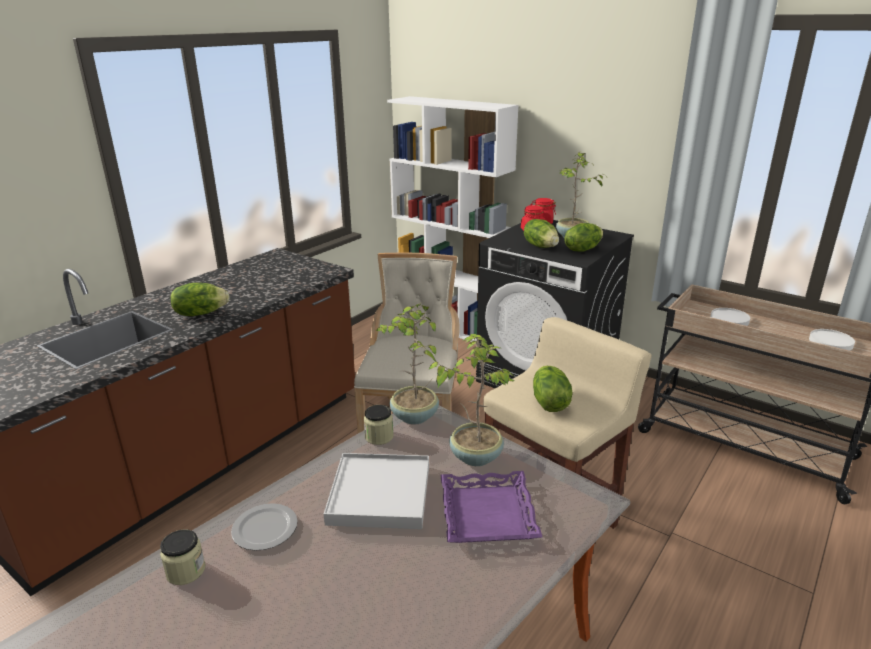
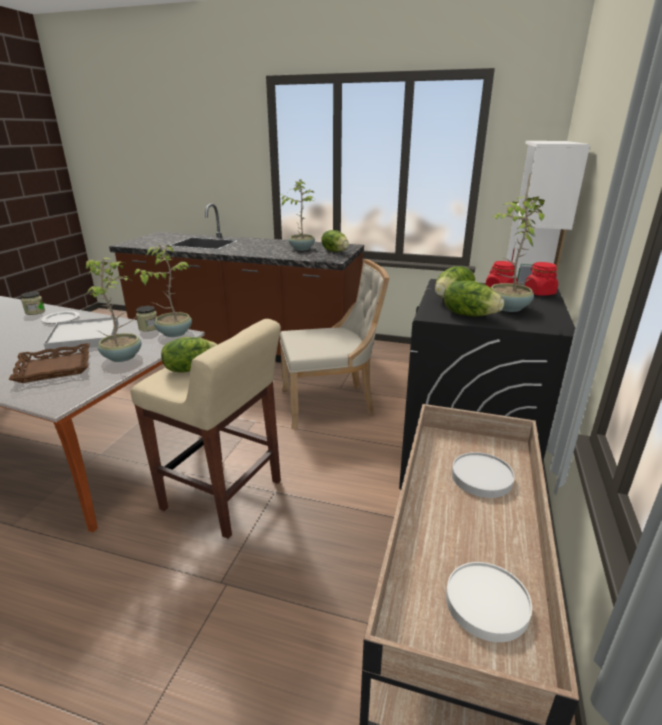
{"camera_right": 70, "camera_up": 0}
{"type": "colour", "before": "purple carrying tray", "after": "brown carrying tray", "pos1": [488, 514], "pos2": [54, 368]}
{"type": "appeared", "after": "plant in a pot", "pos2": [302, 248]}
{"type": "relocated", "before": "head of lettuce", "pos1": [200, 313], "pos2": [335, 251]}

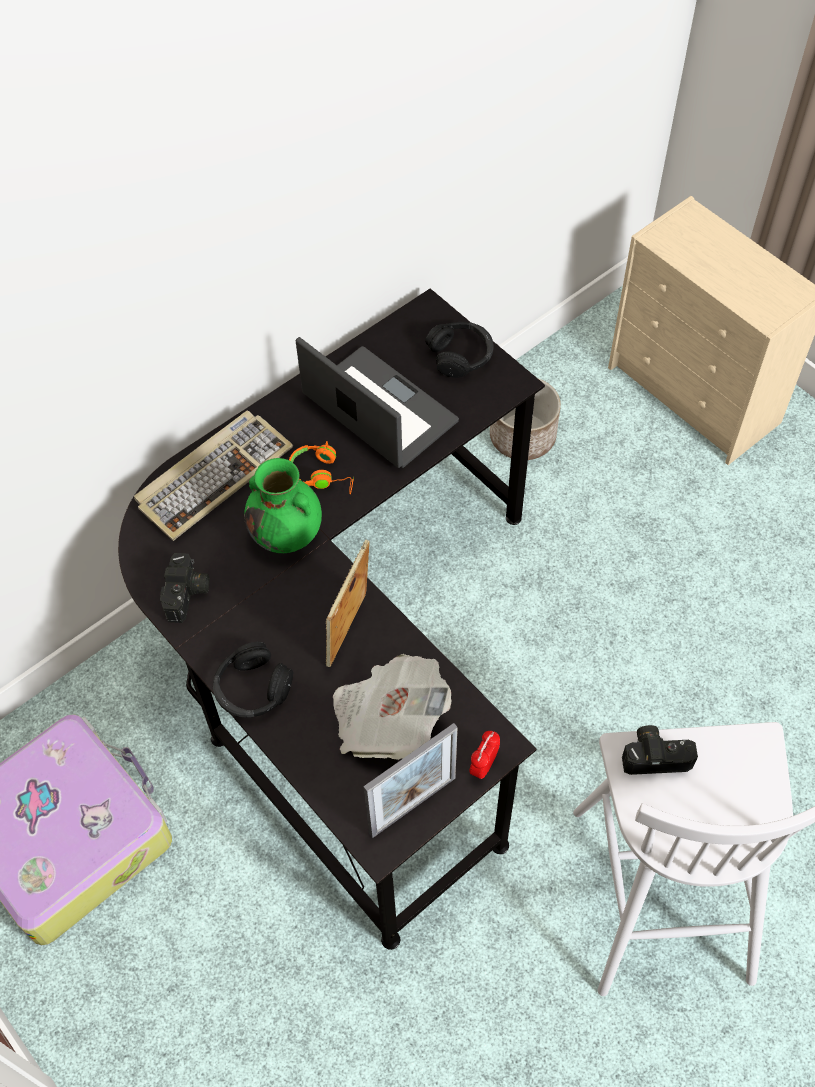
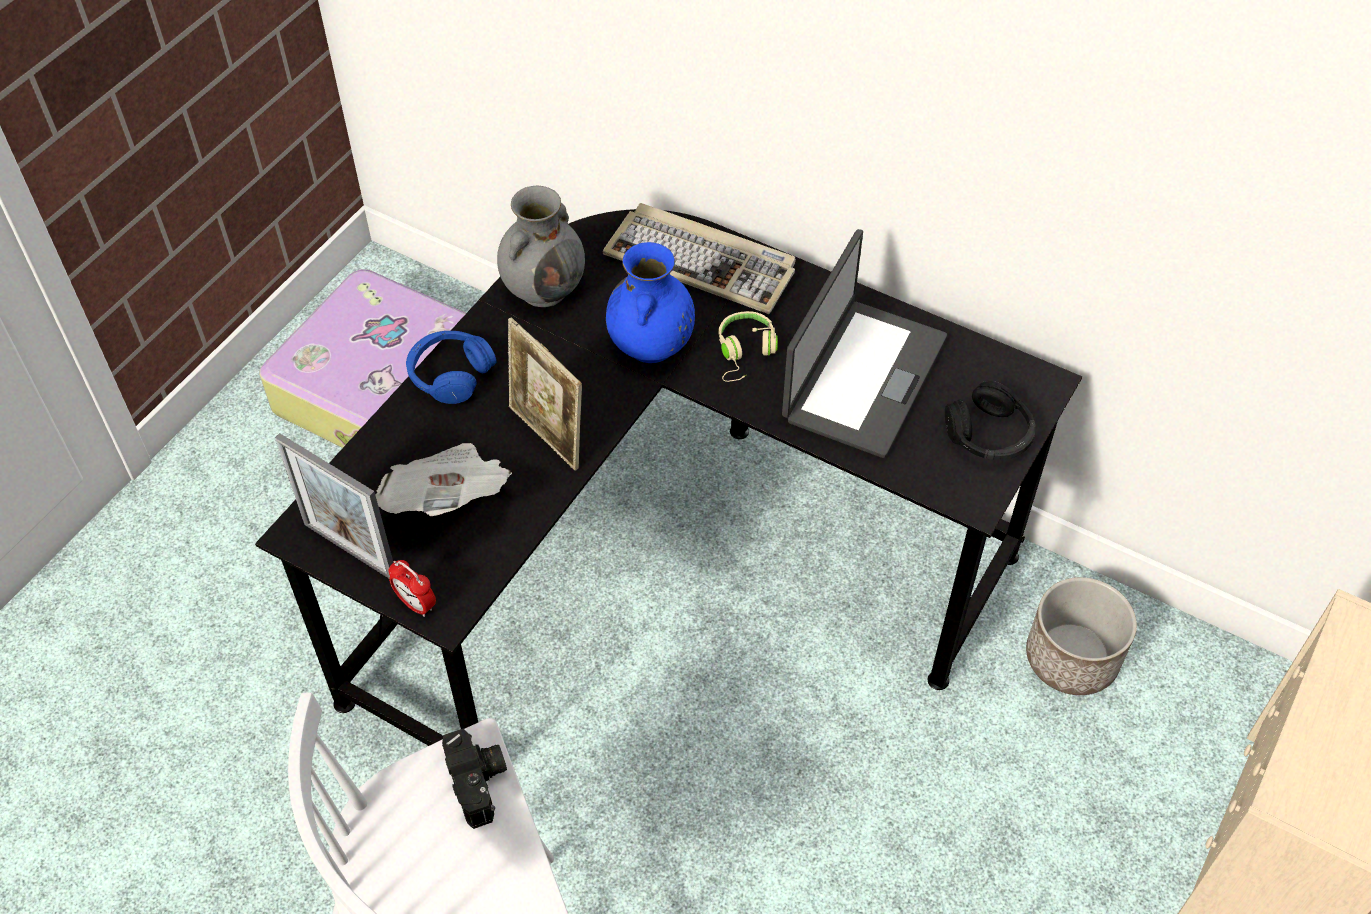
{"camera_right": 70, "camera_up": -5}
{"type": "spun", "before": "table clock", "pos1": [484, 765], "pos2": [416, 604], "turn": -150}
{"type": "colour", "before": "black-coloured pair of headphones", "after": "blue-coloured pair of headphones", "pos1": [252, 689], "pos2": [450, 374]}
{"type": "exchanged", "before": "photo camera", "after": "greyish vase", "pos1": [188, 595], "pos2": [544, 289]}
{"type": "spun", "before": "picture frame", "pos1": [350, 631], "pos2": [548, 436], "turn": -135}
{"type": "colour", "before": "green-coloured vase", "after": "blue-coloured vase", "pos1": [287, 535], "pos2": [651, 346]}
{"type": "colour", "before": "orange-coloured pair of headphones", "after": "beige-coloured pair of headphones", "pos1": [322, 475], "pos2": [745, 352]}

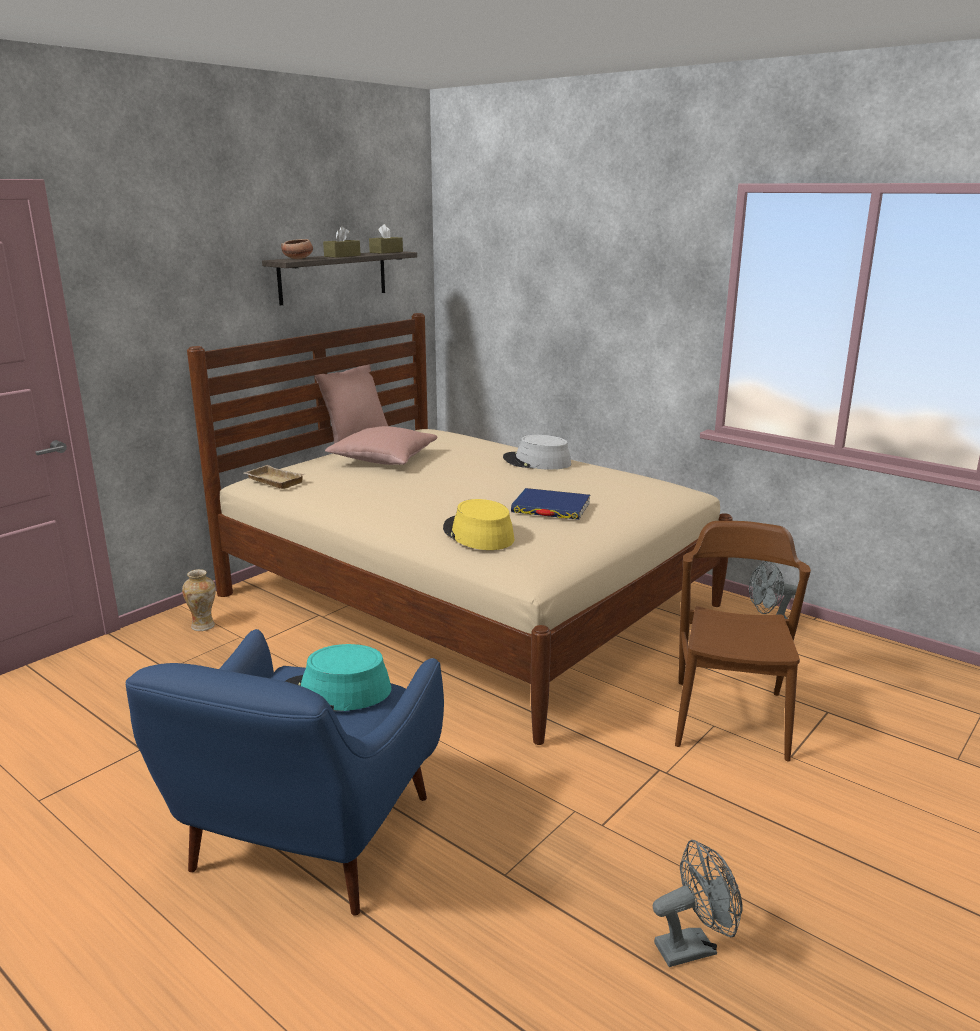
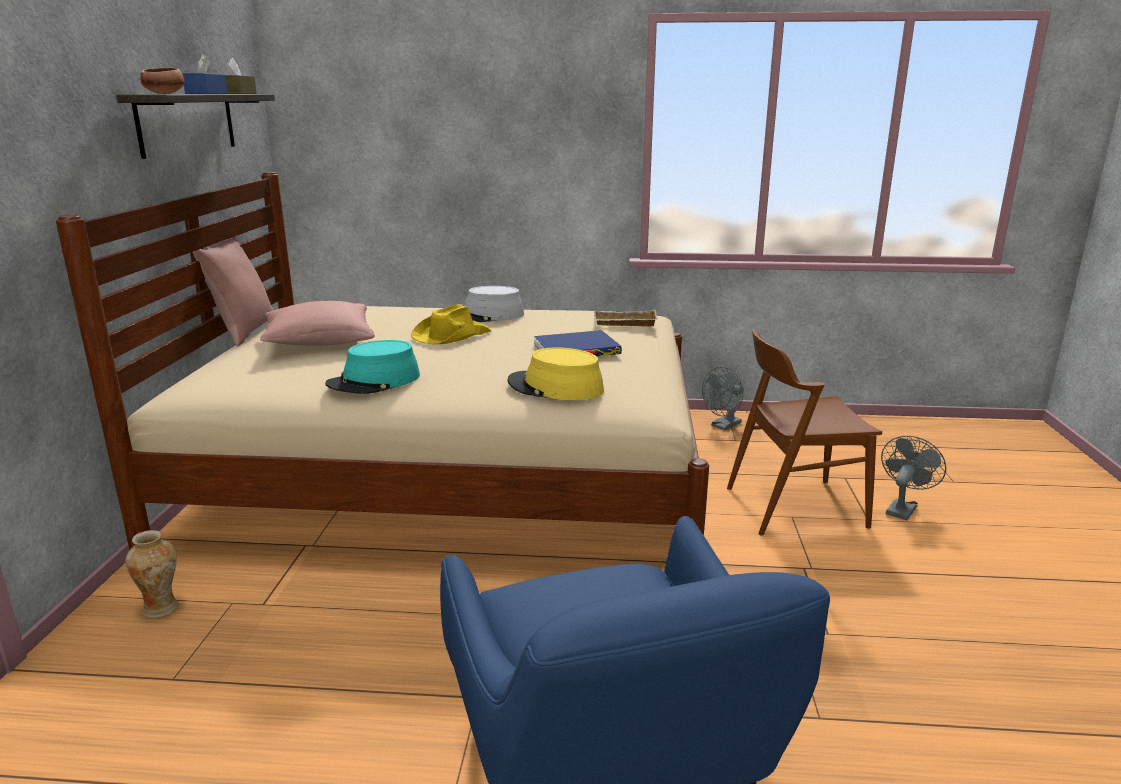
{"camera_right": -35, "camera_up": 0}
{"type": "colour", "before": "brown tissue box", "after": "blue-coloured tissue box", "pos1": [342, 256], "pos2": [206, 94]}
{"type": "relocated", "before": "turquoise-coloured clothing hat", "pos1": [336, 692], "pos2": [374, 381]}
{"type": "appeared", "after": "yellow clothing hat", "pos2": [451, 335]}
{"type": "relocated", "before": "beige-coloured carrying tray", "pos1": [272, 481], "pos2": [624, 323]}
{"type": "spun", "before": "brown plain chair", "pos1": [730, 718], "pos2": [794, 506], "turn": -75}
{"type": "relocated", "before": "greyish cooling fan", "pos1": [693, 946], "pos2": [902, 508]}

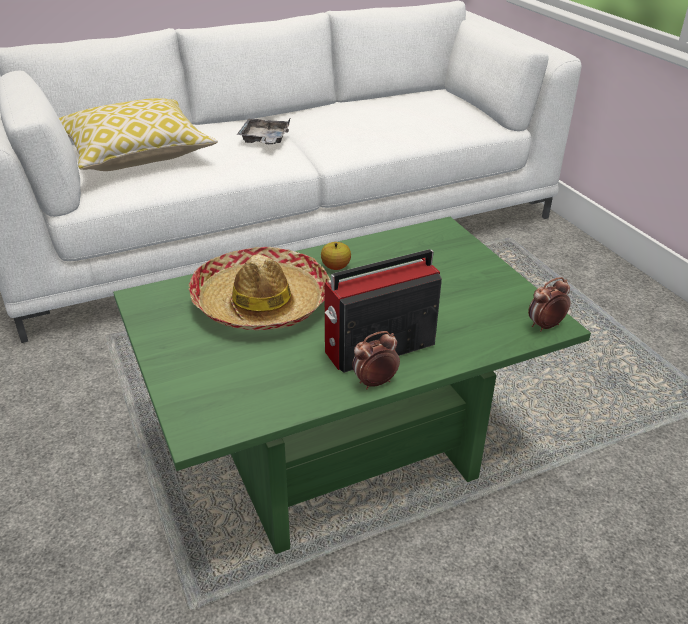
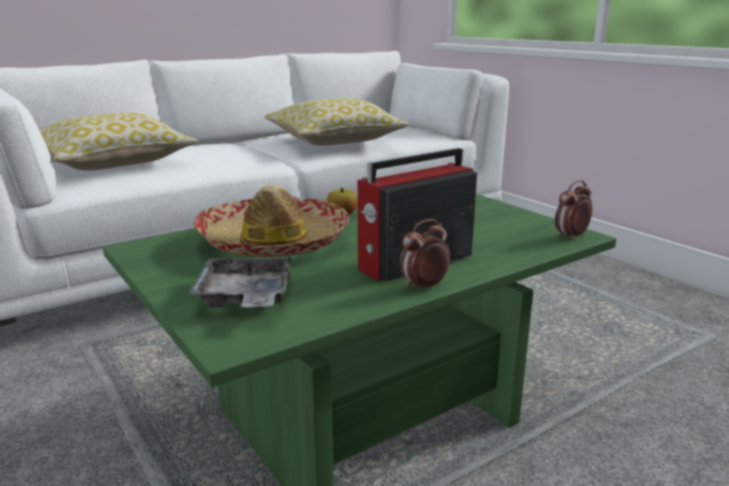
{"camera_right": -10, "camera_up": -15}
{"type": "relocated", "before": "greyish carrying tray", "pos1": [264, 140], "pos2": [245, 298]}
{"type": "appeared", "after": "throw pillow", "pos2": [334, 141]}

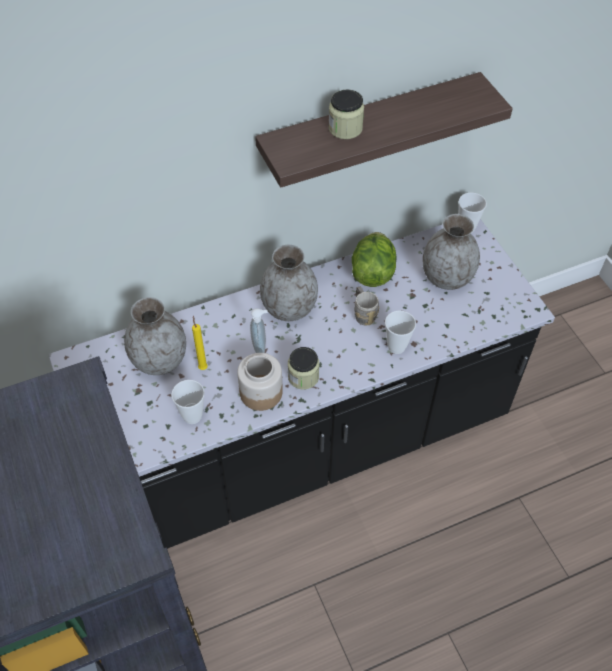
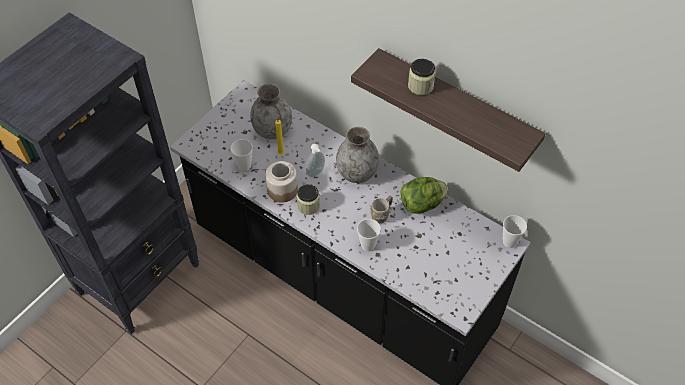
{"camera_right": 60, "camera_up": 0}
{"type": "missing", "before": "greyish vase", "pos1": [446, 278]}

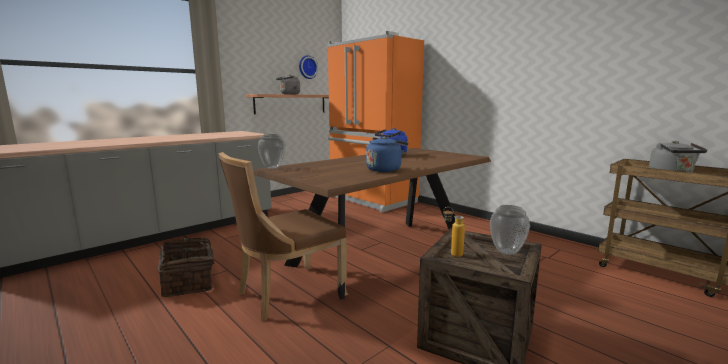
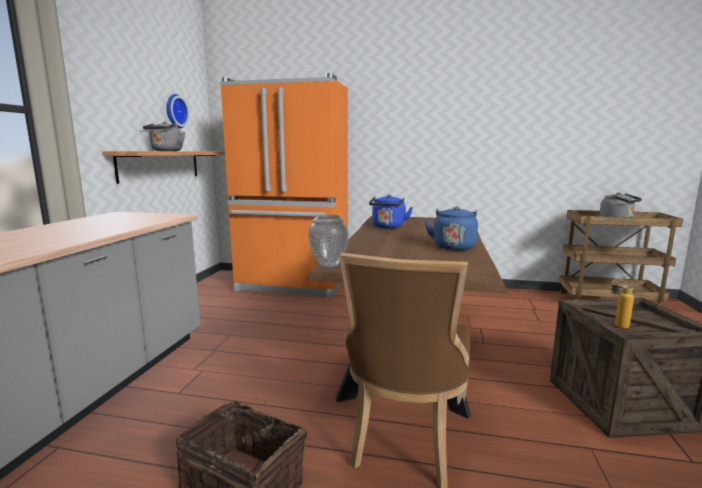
{"camera_right": -35, "camera_up": 0}
{"type": "missing", "before": "vase", "pos1": [506, 252]}

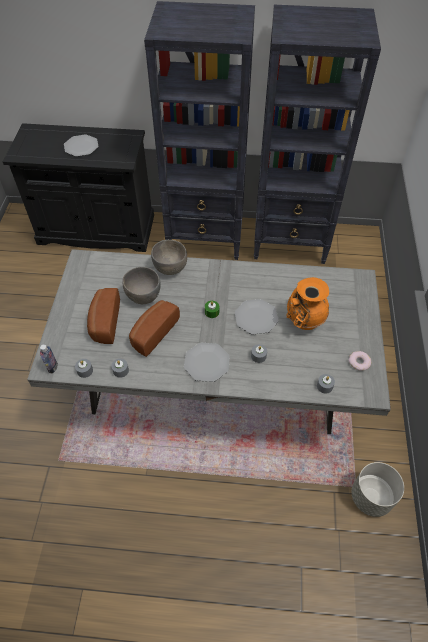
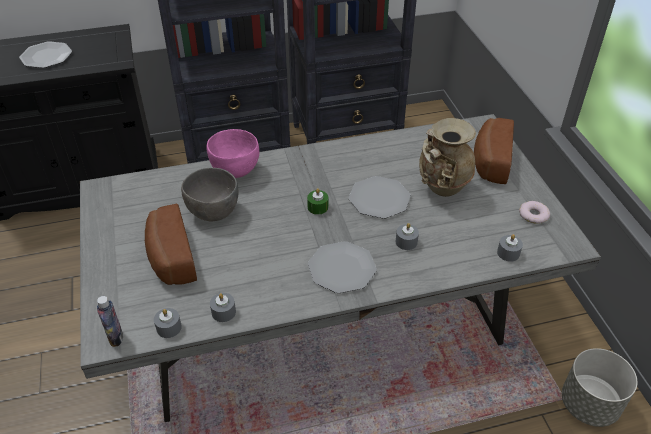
{"camera_right": -20, "camera_up": -10}
{"type": "colour", "before": "greyish serving bowl", "after": "pinkish serving bowl", "pos1": [170, 268], "pos2": [236, 171]}
{"type": "colour", "before": "orange-coloured vase", "after": "beige-coloured vase", "pos1": [303, 322], "pos2": [441, 188]}
{"type": "relocated", "before": "baked bread", "pos1": [152, 332], "pos2": [489, 161]}

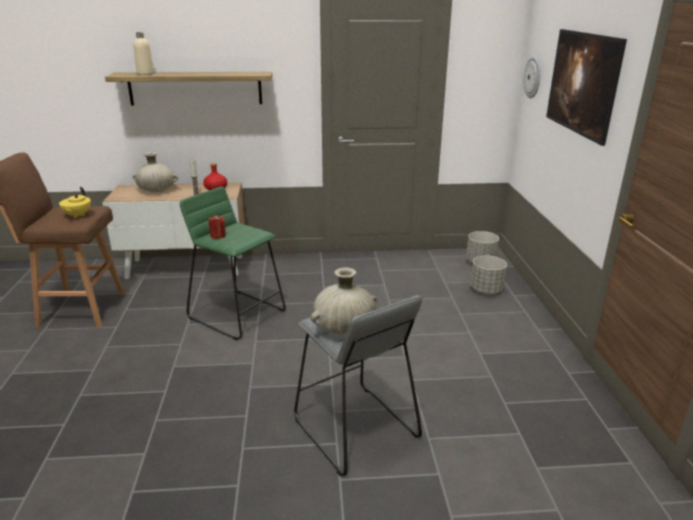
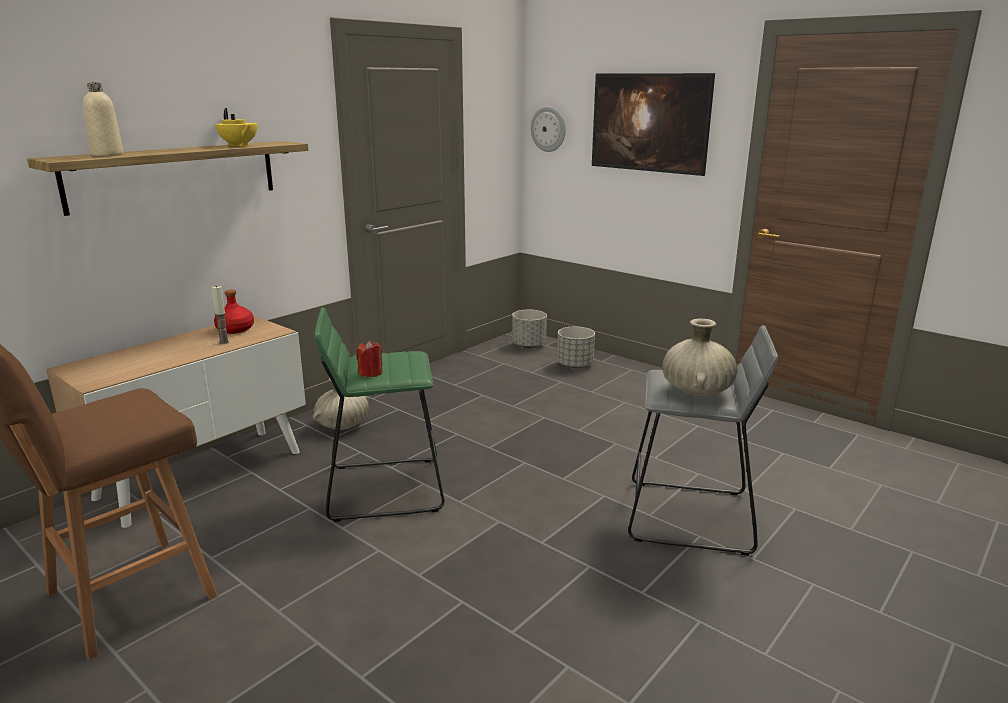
{"camera_right": -45, "camera_up": -5}
{"type": "relocated", "before": "yellow pot for tea", "pos1": [77, 215], "pos2": [238, 145]}
{"type": "relocated", "before": "beige-coloured vase", "pos1": [157, 190], "pos2": [343, 426]}

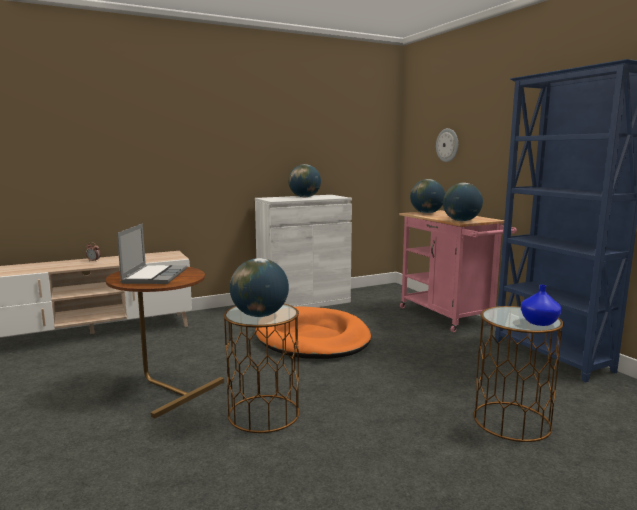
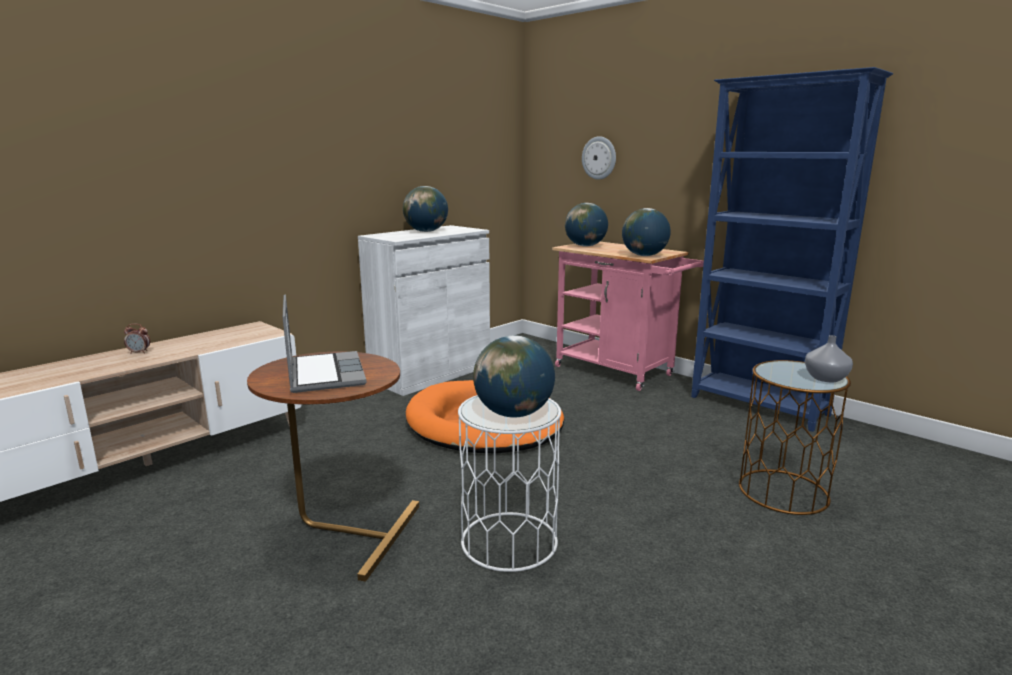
{"camera_right": -20, "camera_up": 5}
{"type": "colour", "before": "brown side table", "after": "whitish side table", "pos1": [264, 413], "pos2": [509, 541]}
{"type": "colour", "before": "blue-coloured vase", "after": "greyish vase", "pos1": [538, 322], "pos2": [824, 378]}

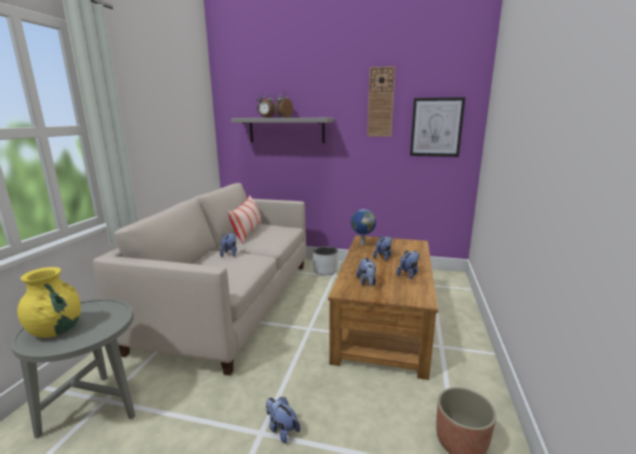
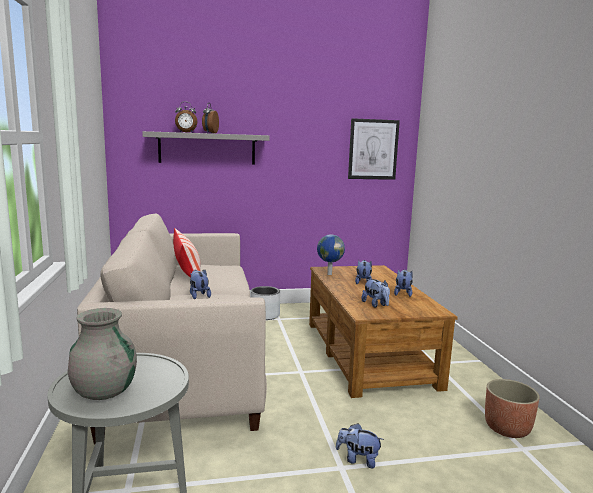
{"camera_right": -25, "camera_up": -5}
{"type": "colour", "before": "yellow vase", "after": "greyish vase", "pos1": [56, 330], "pos2": [104, 391]}
{"type": "missing", "before": "hanging clock", "pos1": [380, 102]}

